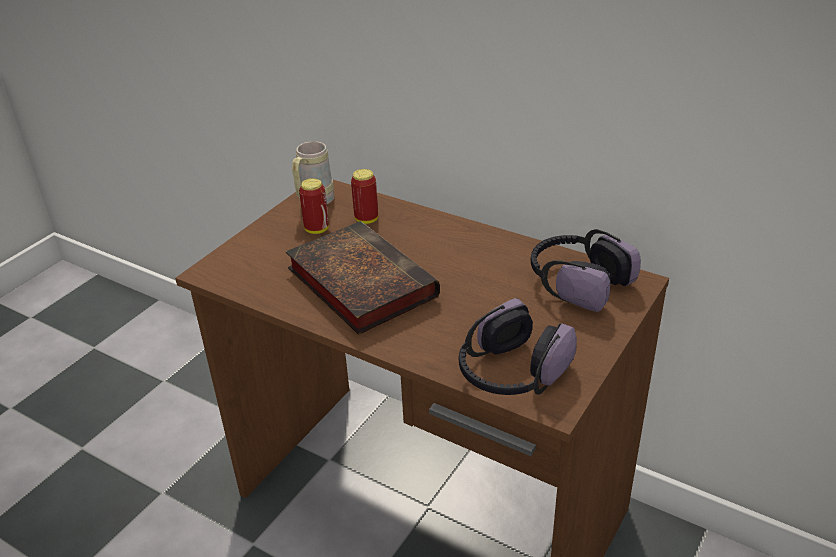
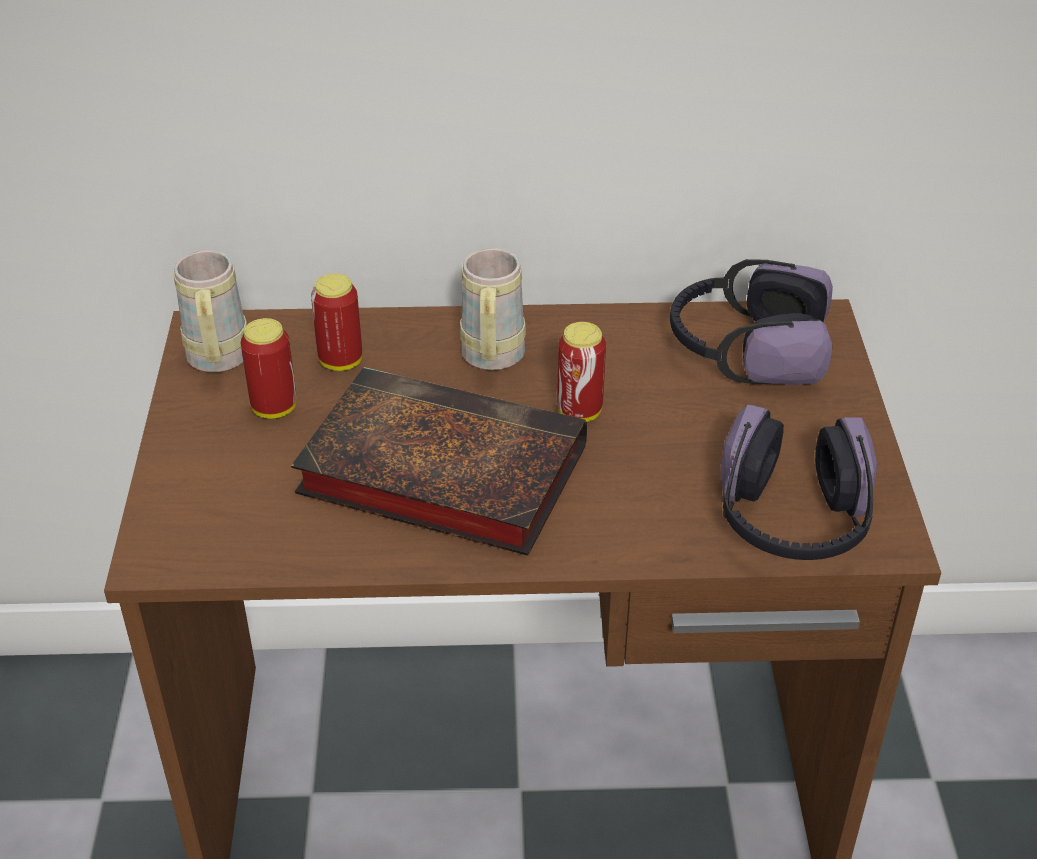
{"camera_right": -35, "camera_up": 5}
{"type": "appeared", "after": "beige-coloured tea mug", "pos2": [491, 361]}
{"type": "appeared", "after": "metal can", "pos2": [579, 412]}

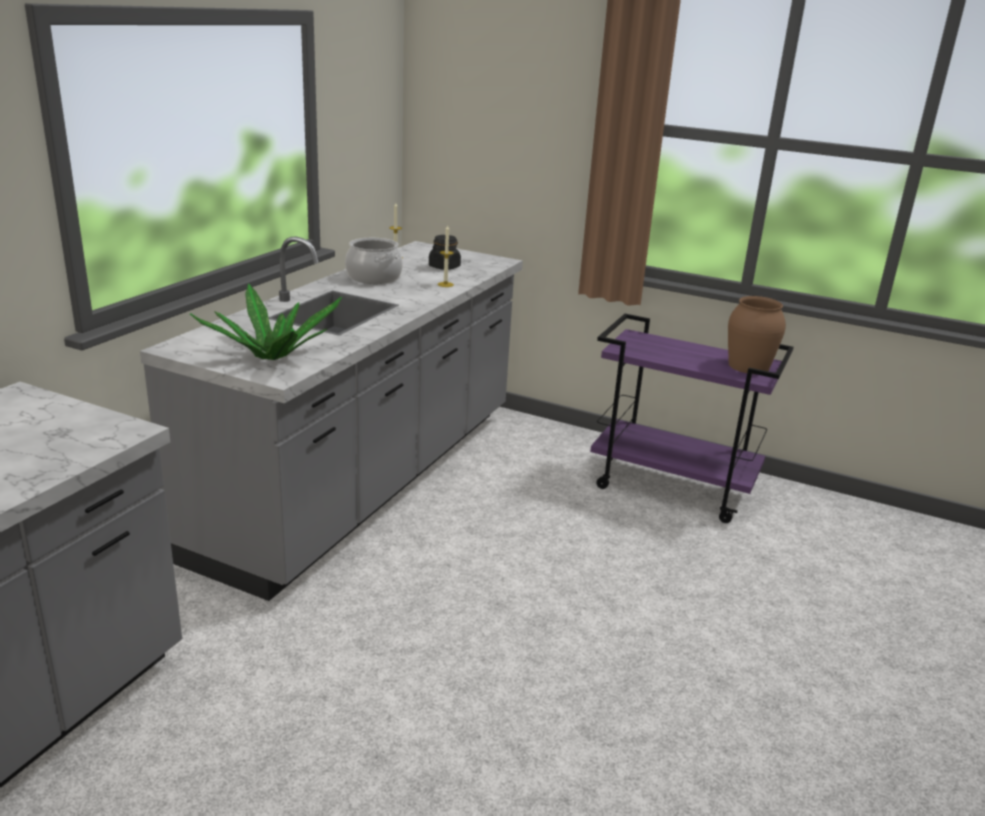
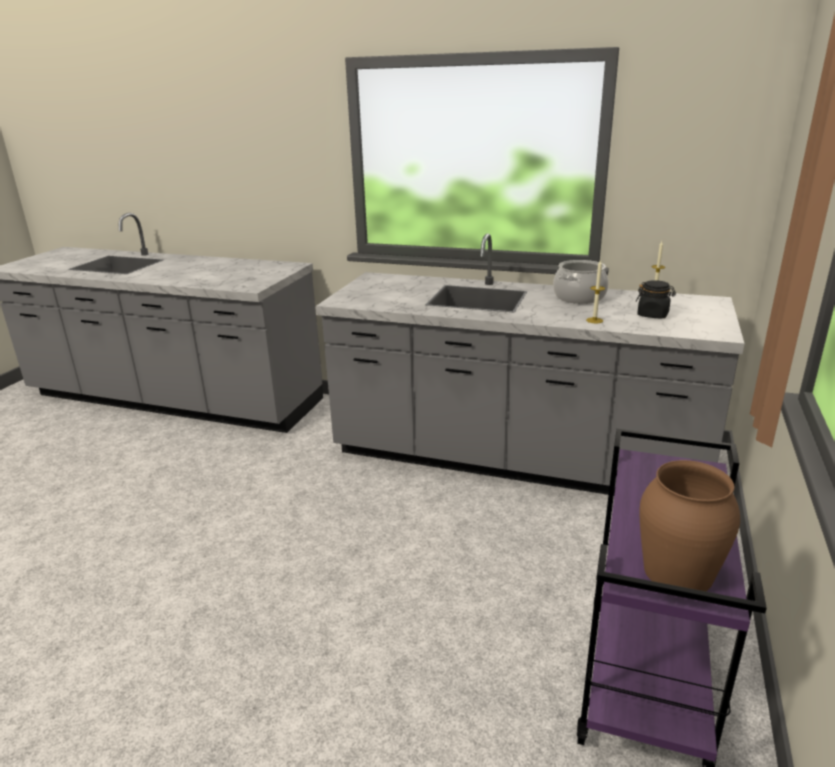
{"camera_right": 85, "camera_up": 0}
{"type": "missing", "before": "plant in a pot", "pos1": [271, 356]}

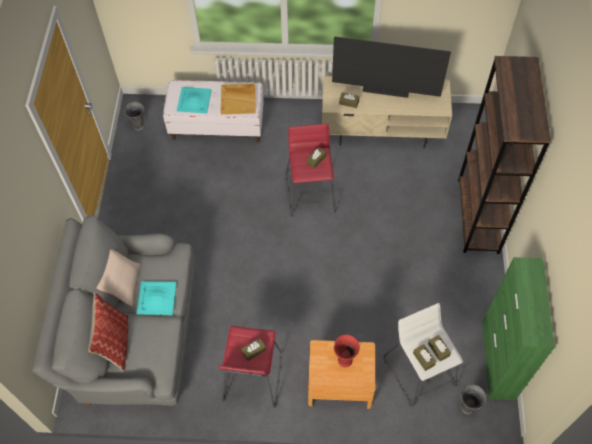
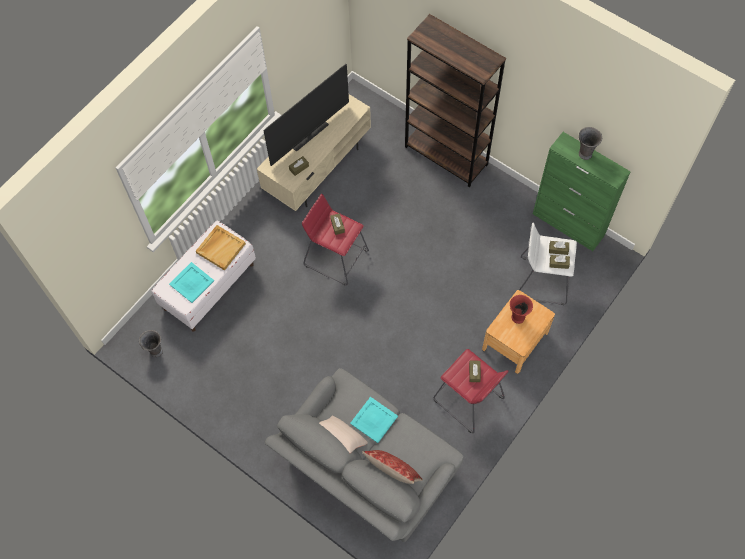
{"camera_right": -55, "camera_up": 5}
{"type": "relocated", "before": "greyish vase", "pos1": [467, 407], "pos2": [584, 154]}

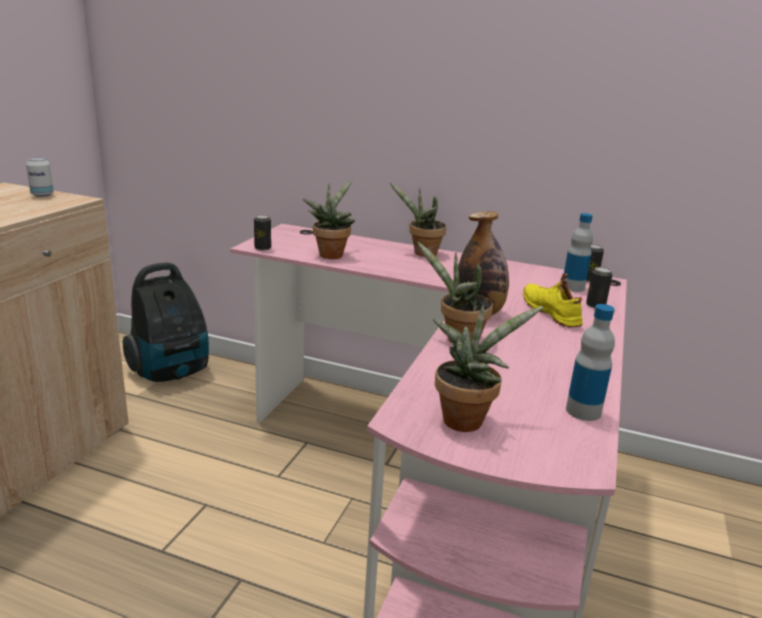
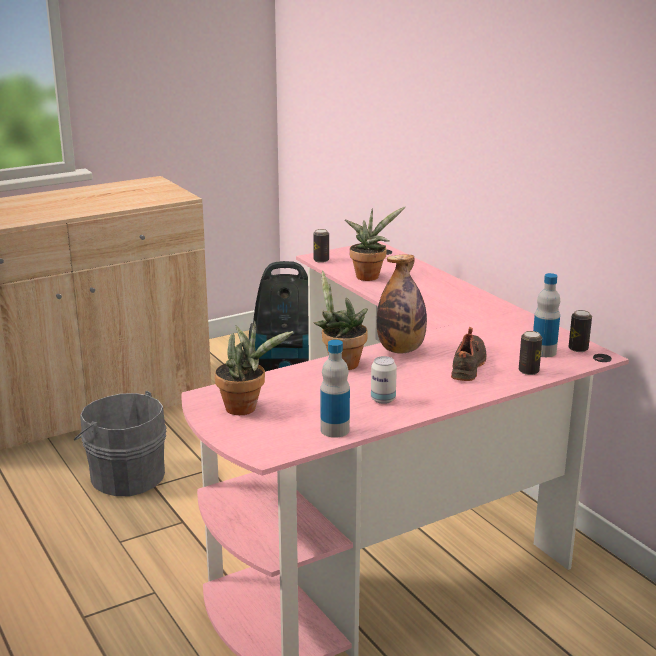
{"camera_right": 40, "camera_up": 0}
{"type": "appeared", "after": "greyish bucket", "pos2": [125, 476]}
{"type": "relocated", "before": "metal can", "pos1": [42, 195], "pos2": [383, 399]}
{"type": "colour", "before": "yellow low shoe", "after": "black-coloured low shoe", "pos1": [552, 312], "pos2": [469, 366]}
{"type": "missing", "before": "plant in a pot", "pos1": [422, 253]}

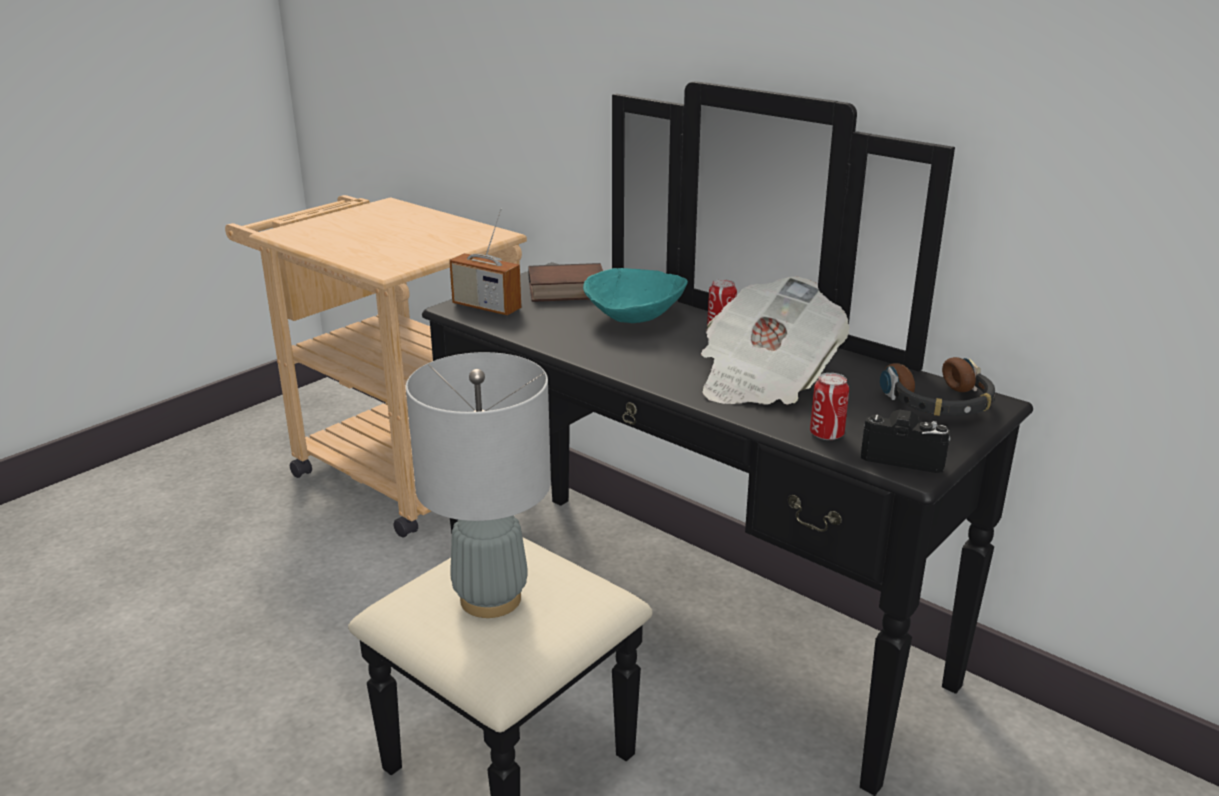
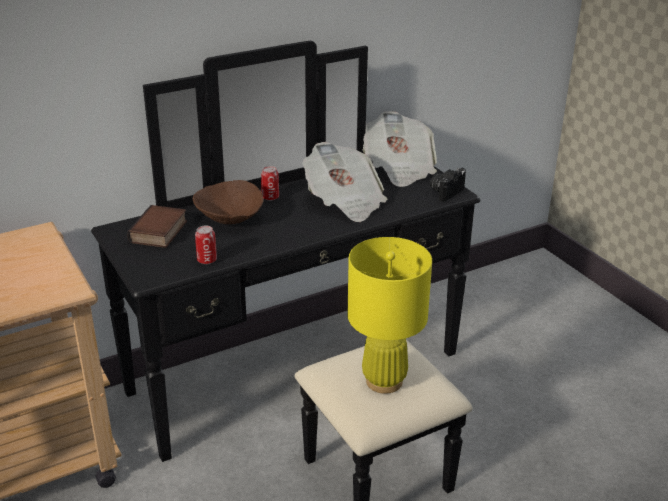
{"camera_right": -70, "camera_up": 5}
{"type": "colour", "before": "turquoise-coloured serving bowl", "after": "brown serving bowl", "pos1": [635, 319], "pos2": [230, 219]}
{"type": "relocated", "before": "metal can", "pos1": [826, 434], "pos2": [207, 260]}
{"type": "colour", "before": "greyish tabletop lamp", "after": "yellow tabletop lamp", "pos1": [490, 599], "pos2": [384, 381]}
{"type": "exchanged", "before": "pair of headphones", "after": "newspaper", "pos1": [939, 402], "pos2": [399, 168]}
{"type": "missing", "before": "radio set", "pos1": [486, 307]}

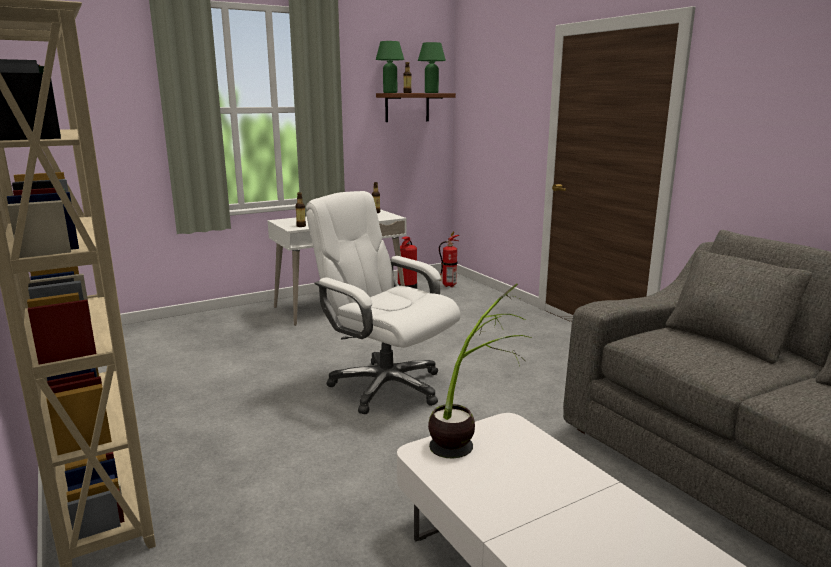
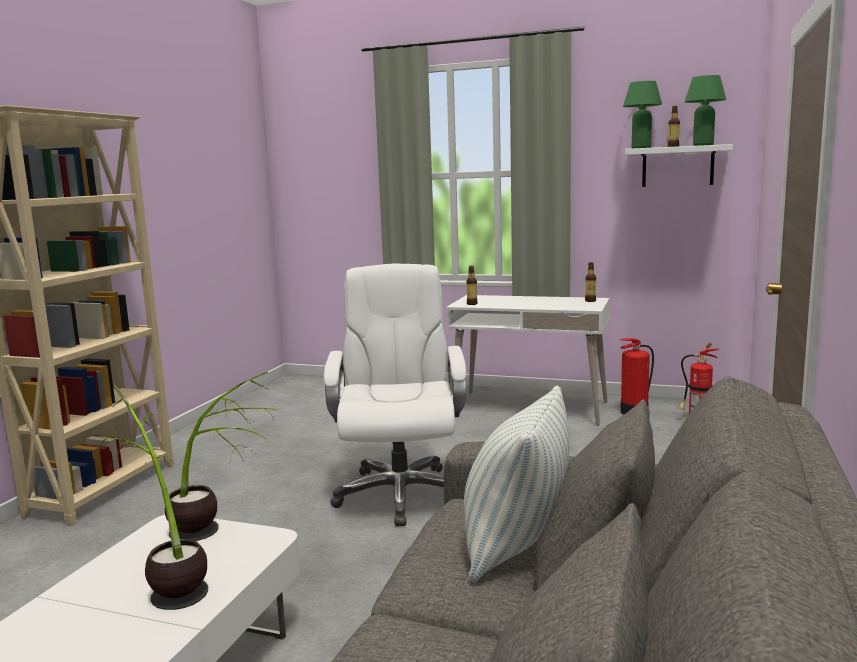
{"camera_right": 50, "camera_up": -5}
{"type": "appeared", "after": "plant in a pot", "pos2": [167, 579]}
{"type": "appeared", "after": "throw pillow", "pos2": [516, 545]}
{"type": "colour", "before": "brown bracket shelf", "after": "whitish bracket shelf", "pos1": [407, 107], "pos2": [677, 166]}

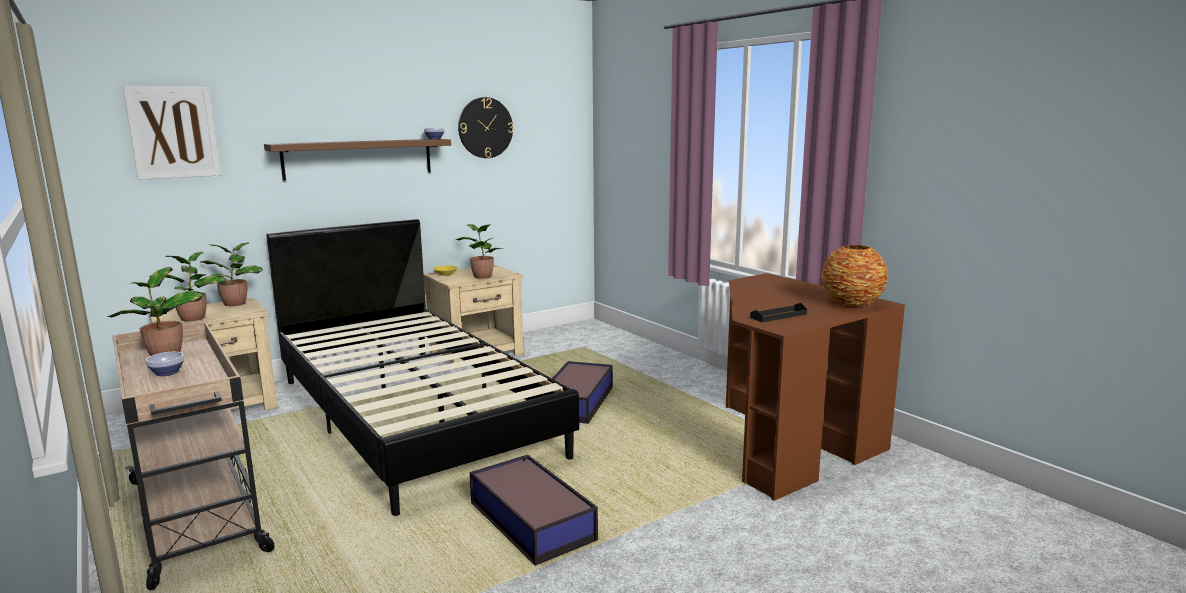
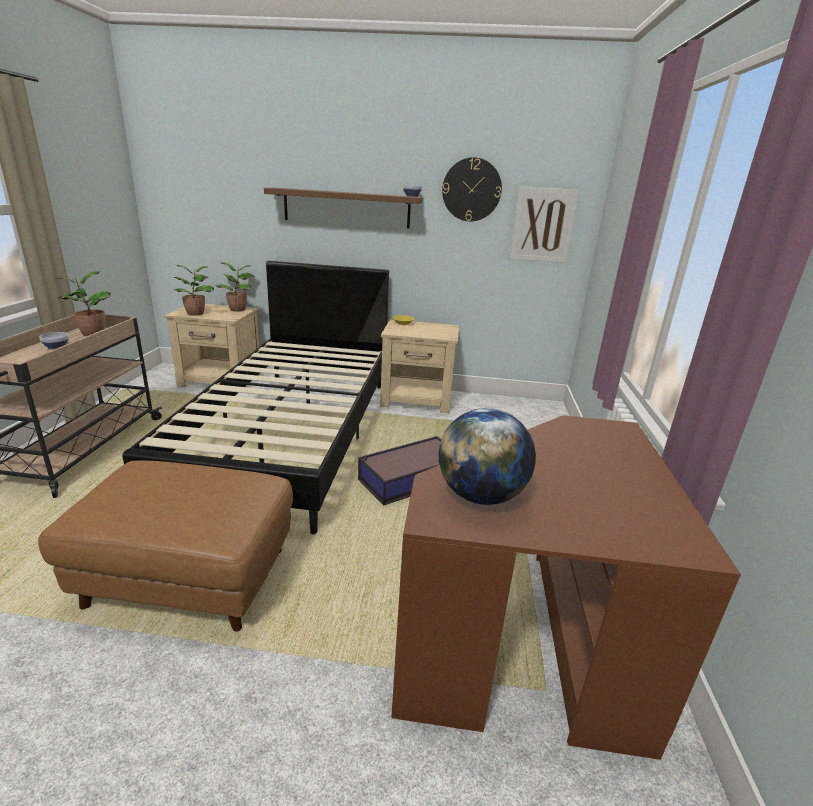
{"camera_right": 40, "camera_up": 10}
{"type": "exchanged", "before": "storage bin", "after": "brown footrest", "pos1": [531, 520], "pos2": [190, 576]}
{"type": "exchanged", "before": "black-coloured carrying tray", "after": "world globe", "pos1": [778, 316], "pos2": [481, 496]}
{"type": "relocated", "before": "picture", "pos1": [173, 132], "pos2": [543, 225]}
{"type": "missing", "before": "plant in a pot", "pos1": [481, 276]}
{"type": "missing", "before": "vase", "pos1": [851, 304]}

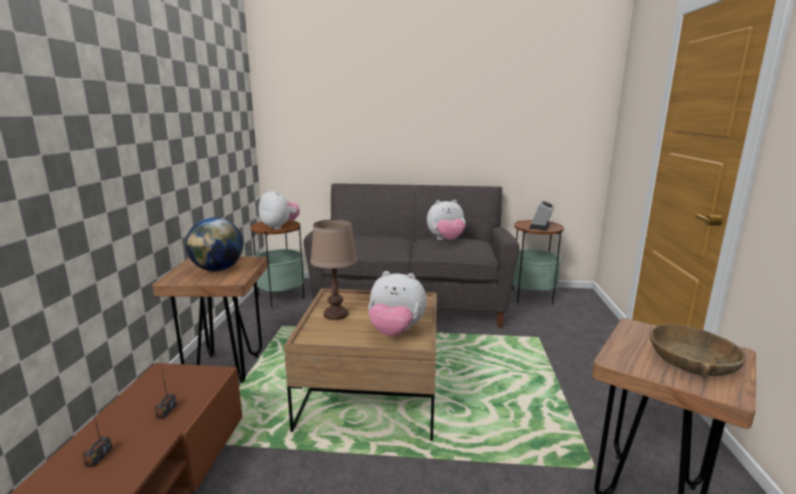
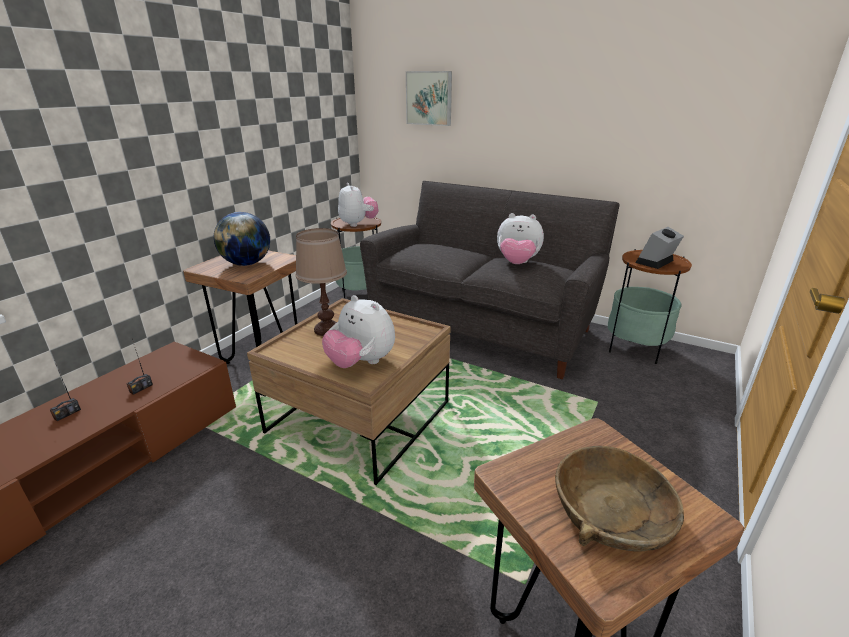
{"camera_right": 25, "camera_up": 10}
{"type": "appeared", "after": "picture", "pos2": [429, 98]}

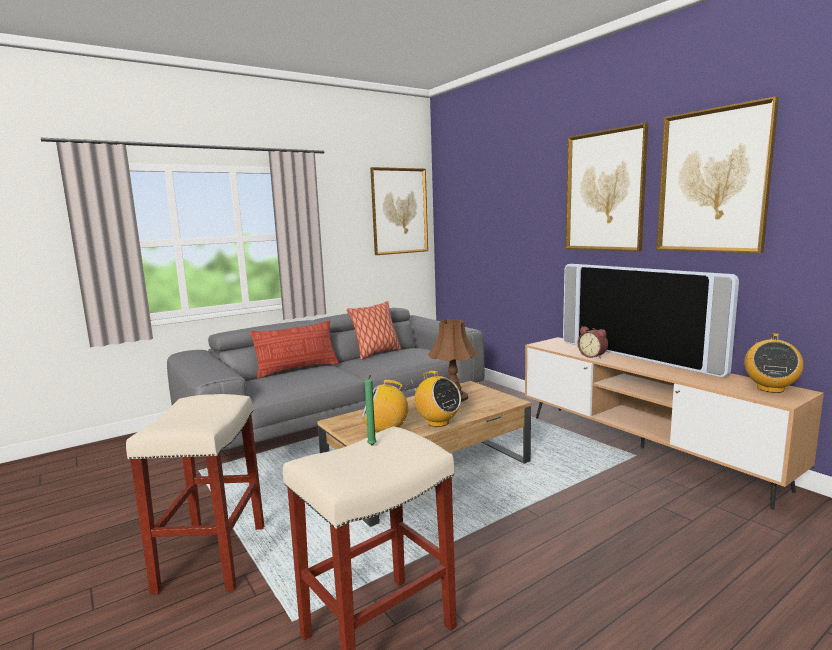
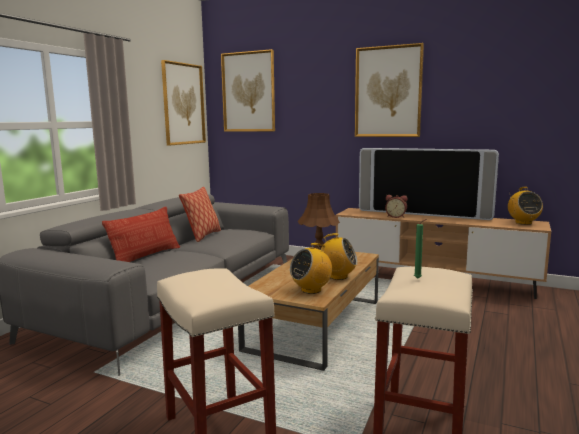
{"camera_right": -30, "camera_up": 0}
{"type": "relocated", "before": "picture", "pos1": [712, 181], "pos2": [248, 92]}

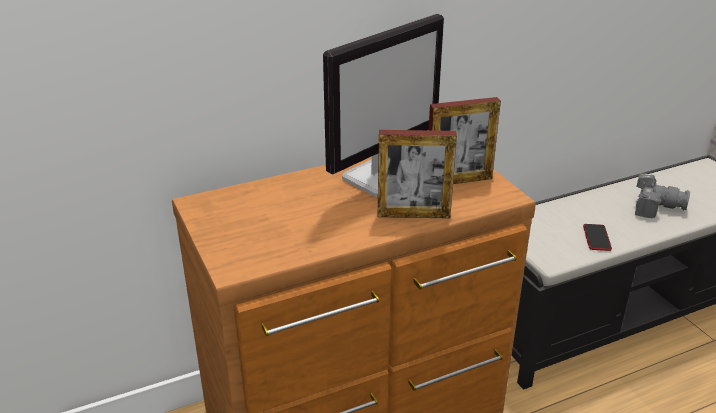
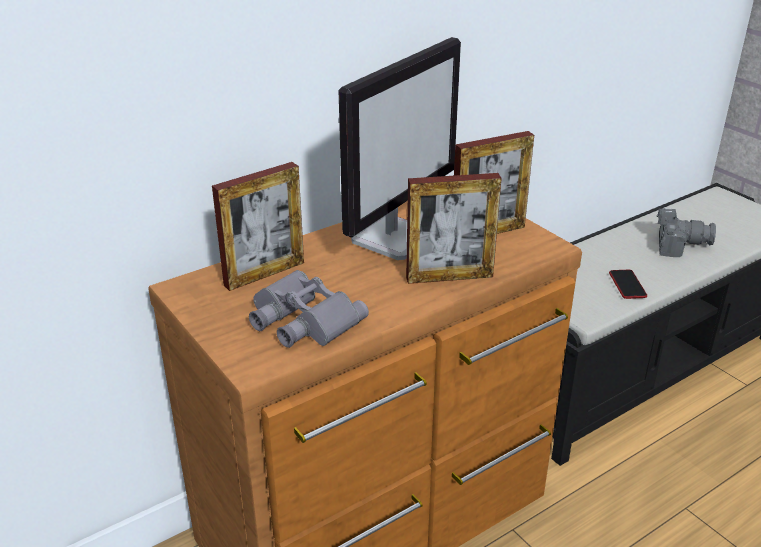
{"camera_right": -10, "camera_up": 0}
{"type": "appeared", "after": "picture frame", "pos2": [264, 274]}
{"type": "appeared", "after": "greyish binoculars", "pos2": [301, 320]}

